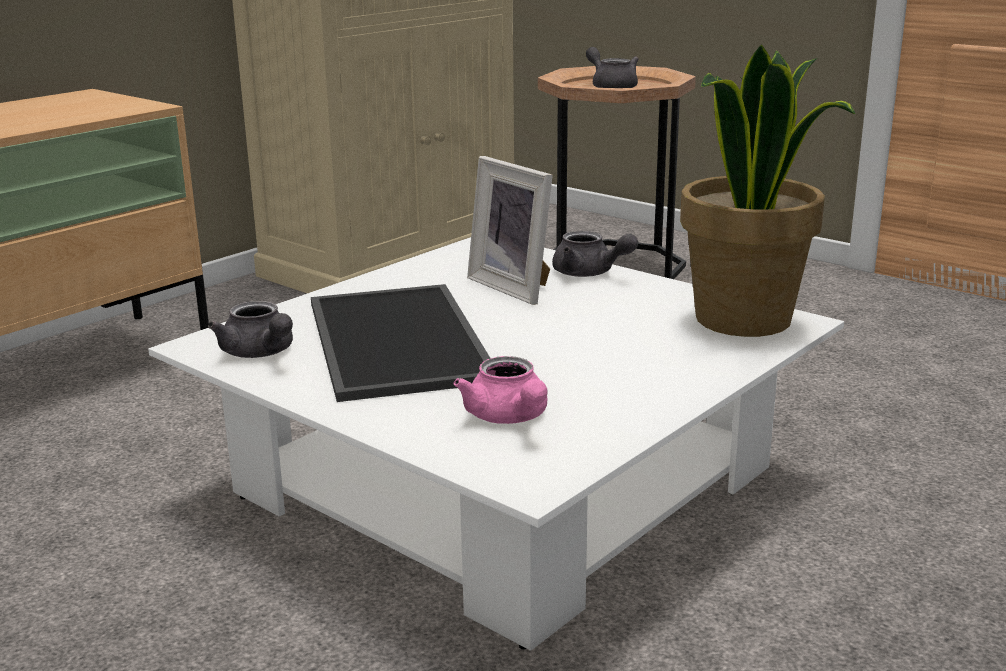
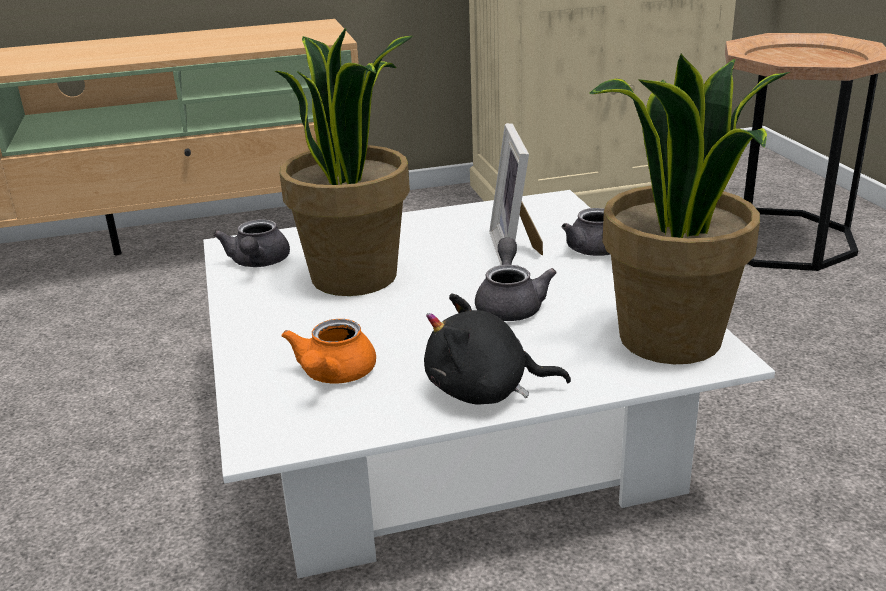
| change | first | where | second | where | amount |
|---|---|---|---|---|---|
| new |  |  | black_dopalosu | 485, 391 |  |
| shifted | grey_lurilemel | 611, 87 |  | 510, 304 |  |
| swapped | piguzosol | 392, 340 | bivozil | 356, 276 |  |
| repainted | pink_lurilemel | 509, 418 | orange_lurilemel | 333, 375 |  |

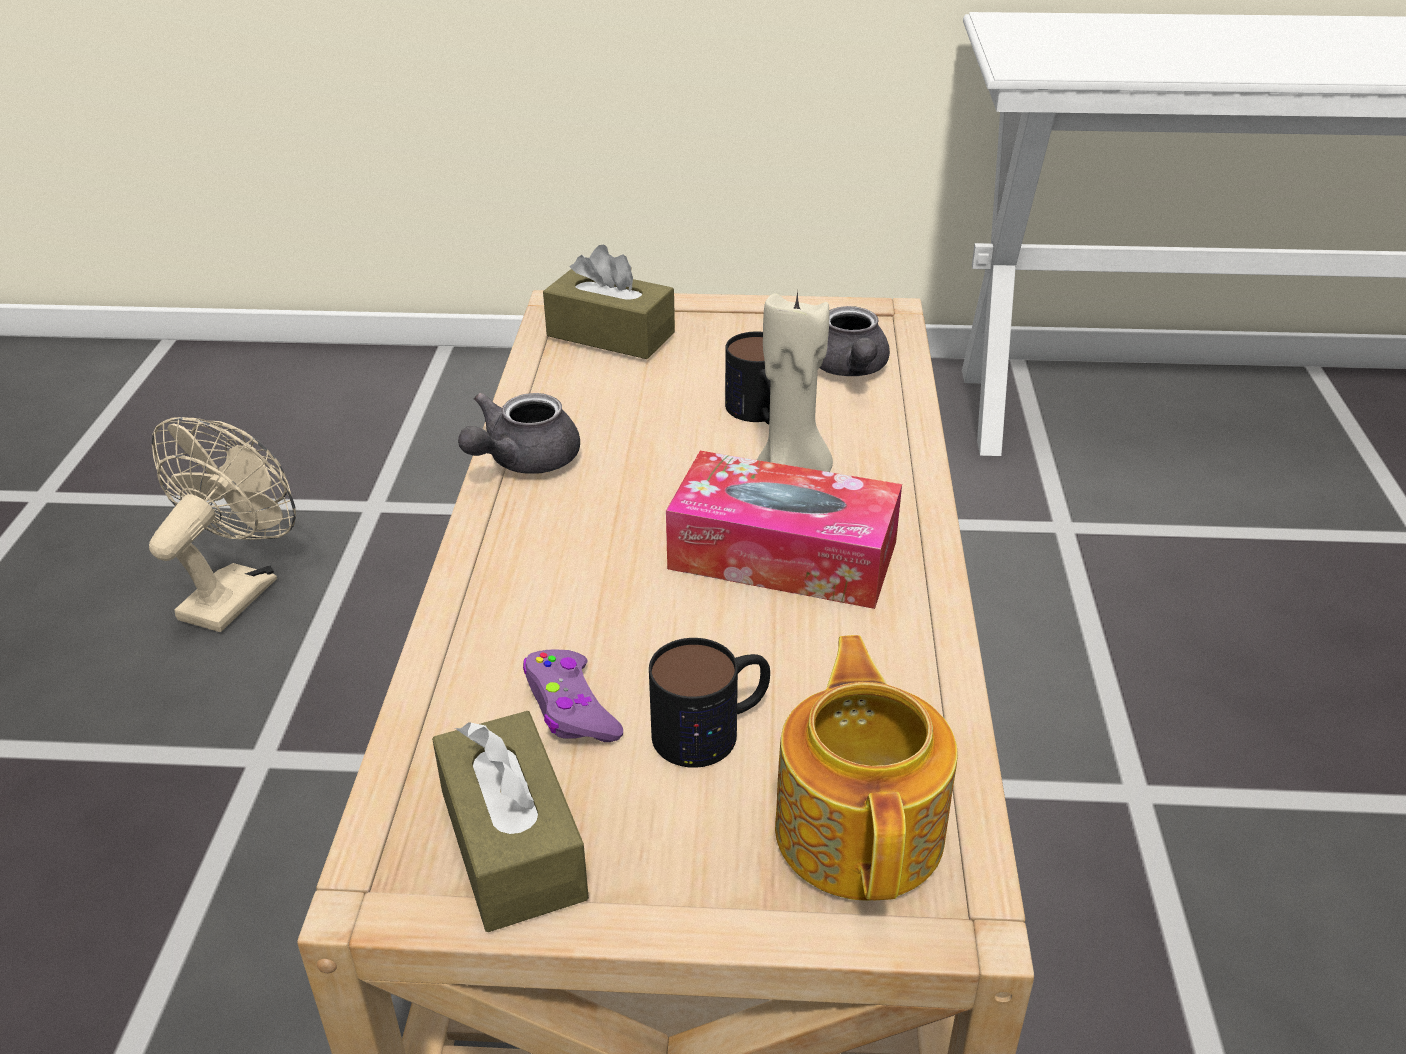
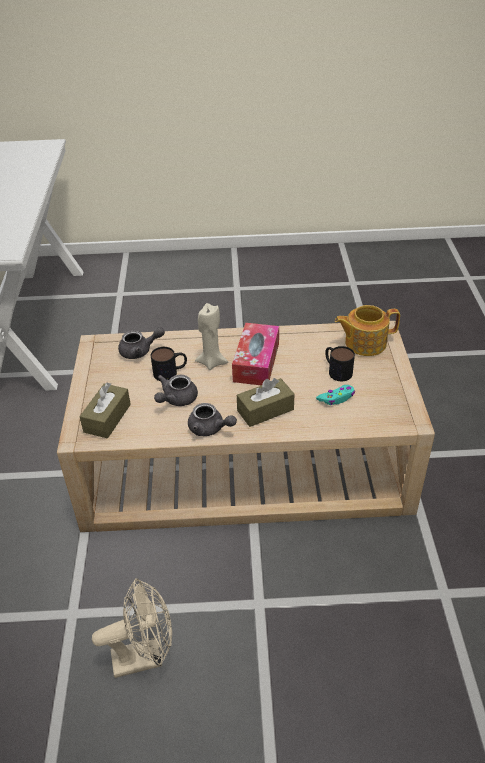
| change | first | where | second | where | amount |
|---|---|---|---|---|---|
| new |  |  | grey_lurilemel | 176, 399 |  |
| shifted | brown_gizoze | 512, 844 |  | 265, 410 |  |
| repainted | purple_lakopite | 570, 708 | turquoise_lakopite | 336, 398 |  |
| rotated | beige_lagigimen | 237, 590 |  | 145, 656 | 150 degrees clockwise |

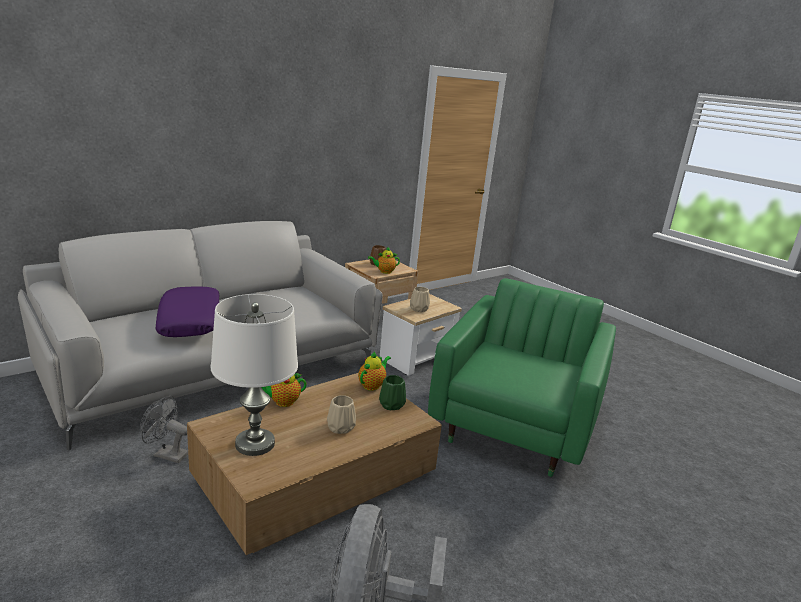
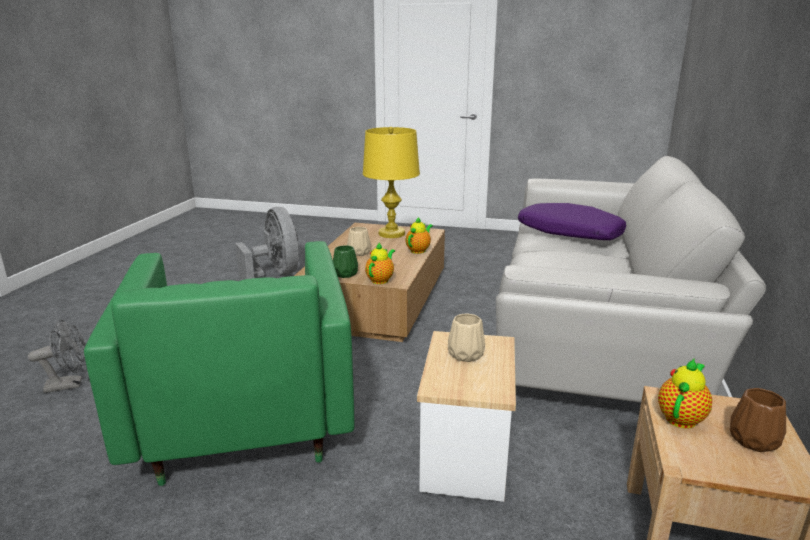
| change | first | where | second | where | amount |
|---|---|---|---|---|---|
| shifted | grey_lagigimen | 166, 454 |  | 70, 384 |  |
| repainted | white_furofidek | 255, 443 | yellow_furofidek | 391, 234 |  |
| rotated | lurilemel | 372, 385 |  | 381, 280 | 150 degrees counterclockwise |

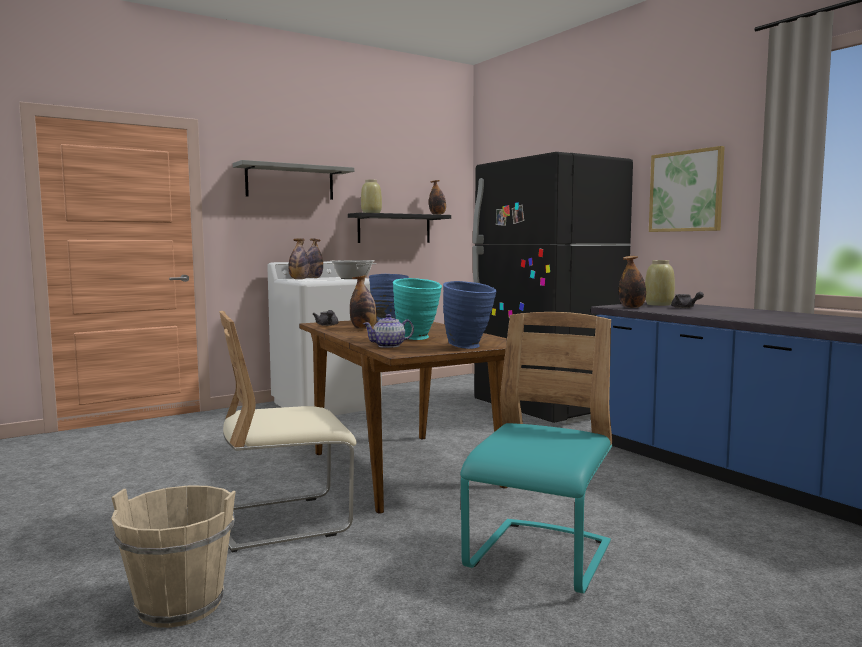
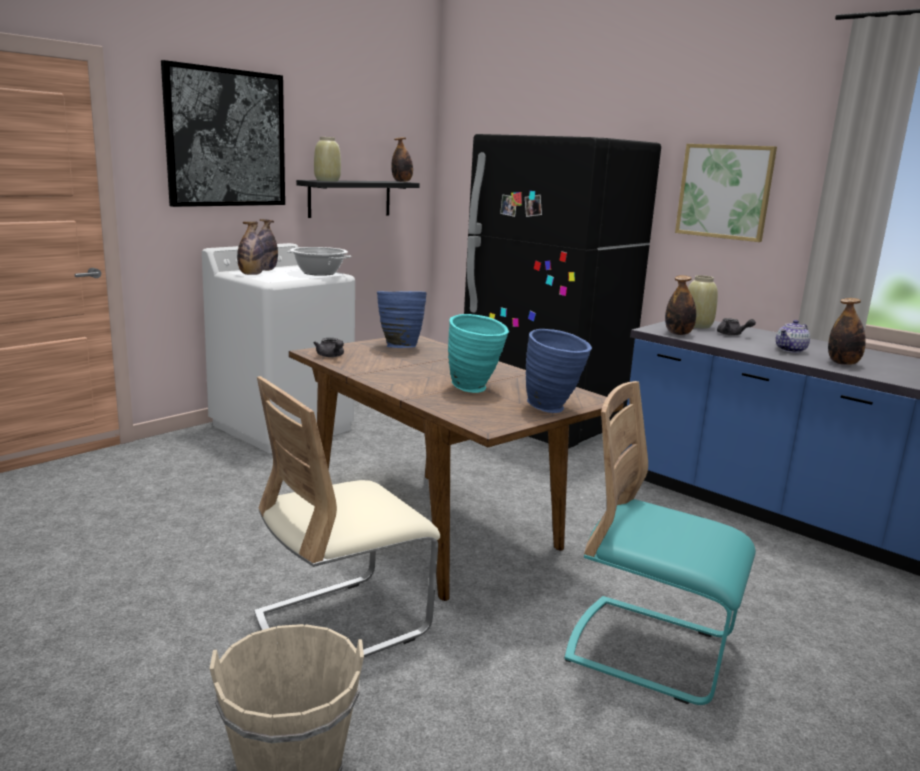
| change | first | where | second | where | amount |
|---|---|---|---|---|---|
| shifted | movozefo | 363, 328 |  | 843, 363 |  |
| shifted | lurilemel | 389, 346 |  | 791, 350 |  |
| swapped | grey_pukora | 290, 182 | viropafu | 226, 138 |  |
| rotated | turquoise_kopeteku | 540, 558 |  | 650, 650 | 75 degrees counterclockwise |

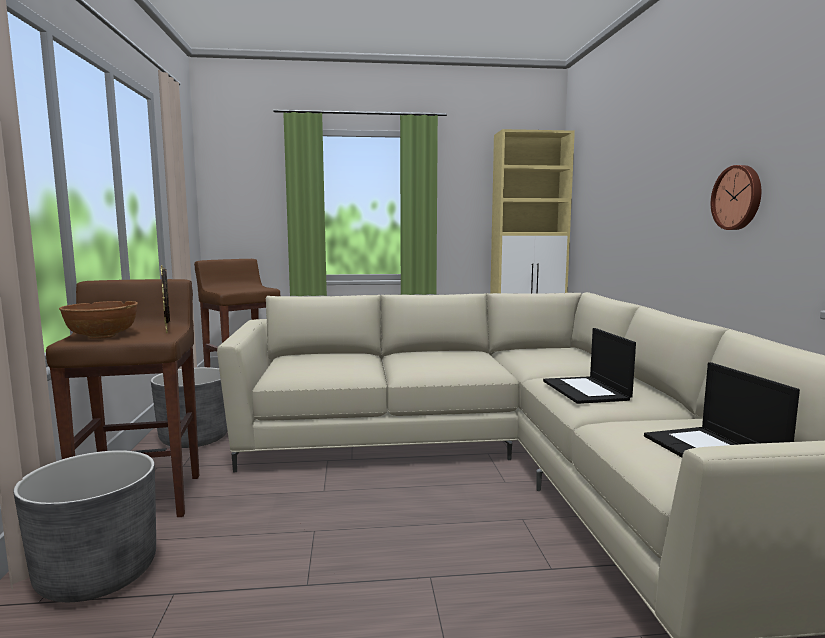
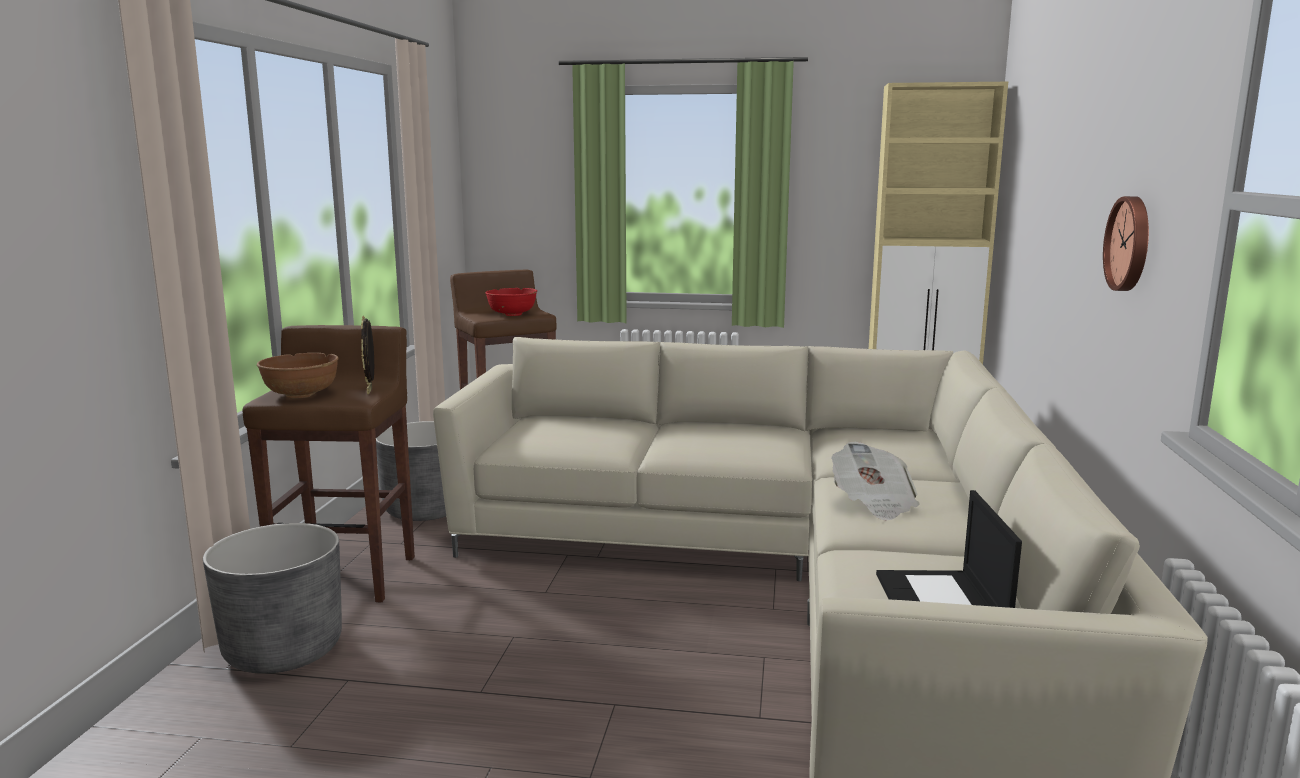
| change | first | where | second | where | amount |
|---|---|---|---|---|---|
| new |  |  | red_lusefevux | 512, 314 |  |
| swapped | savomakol | 586, 390 | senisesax | 873, 503 |  |

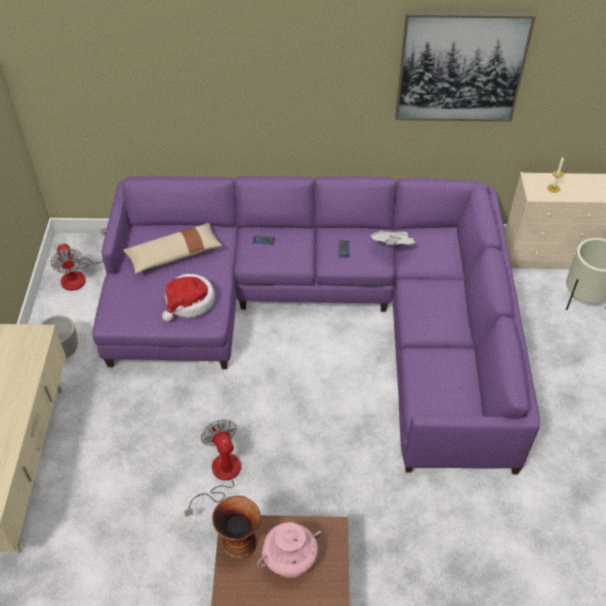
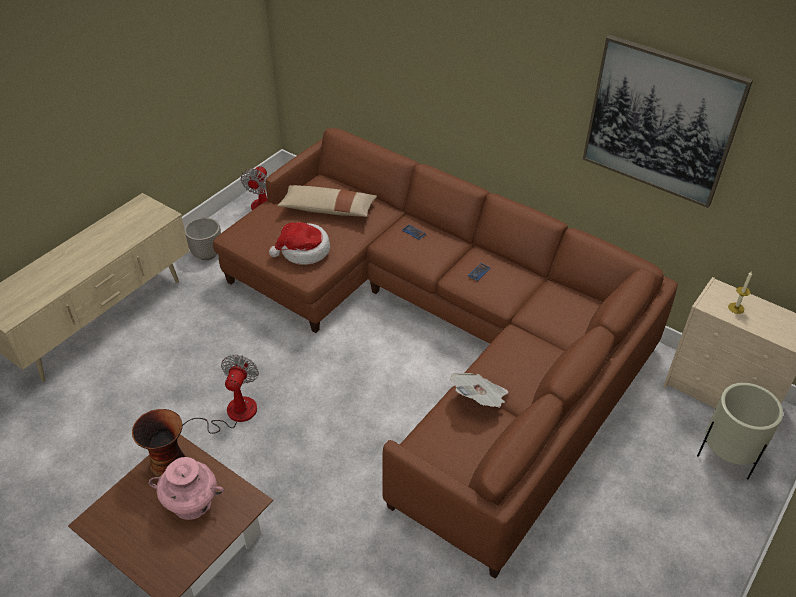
| change | first | where | second | where | amount |
|---|---|---|---|---|---|
| shifted | senisesax | 393, 246 |  | 479, 399 |  |
| repainted | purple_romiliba | 325, 315 | brown_romiliba | 440, 333 |  |

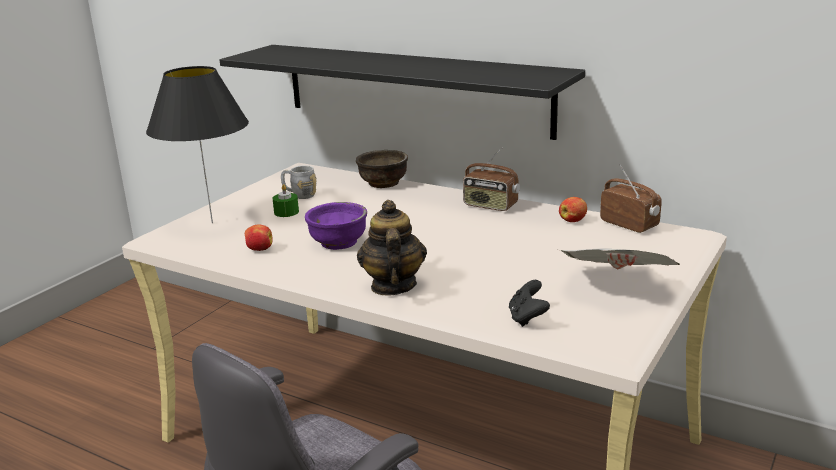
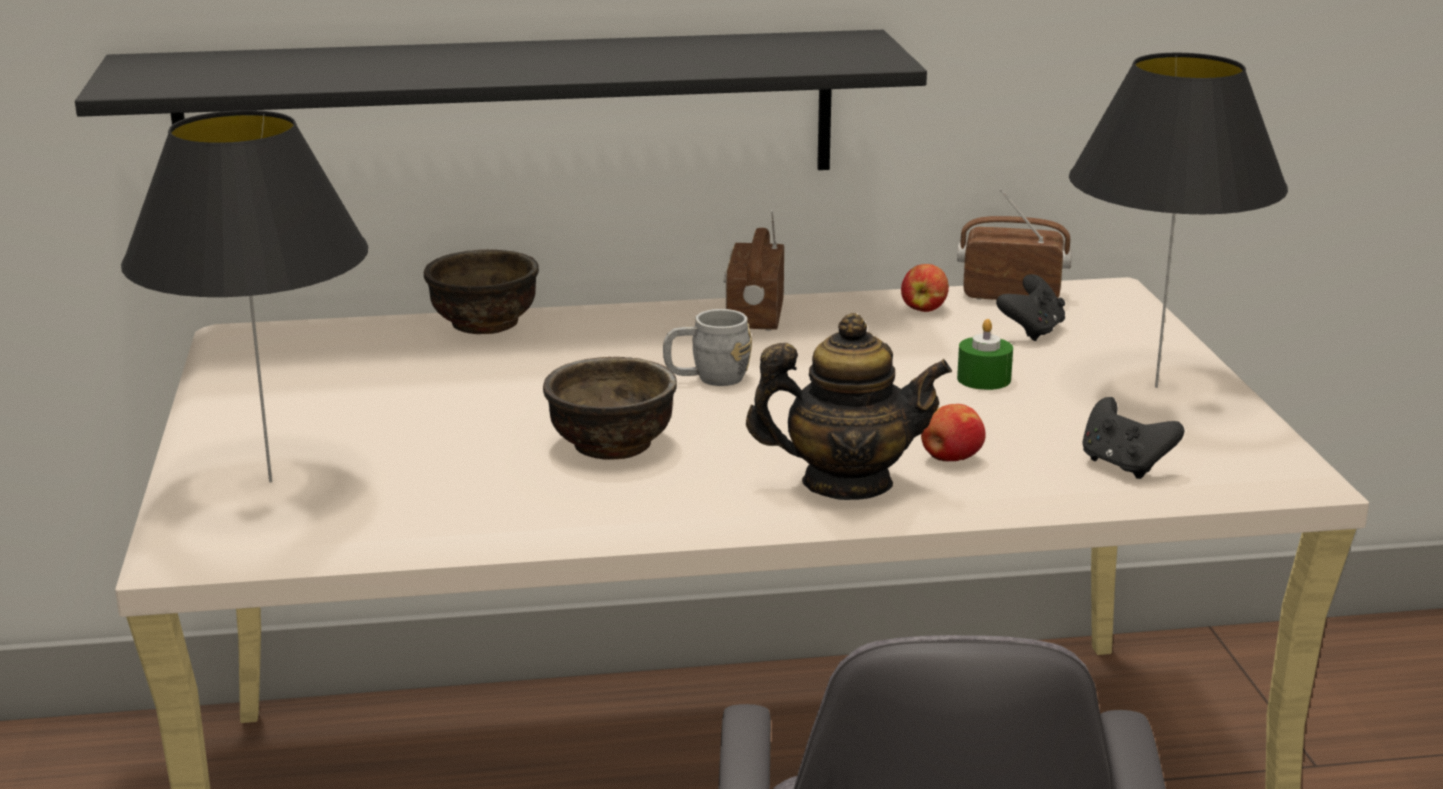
| change | first | where | second | where | amount |
|---|---|---|---|---|---|
| new |  |  | black_lakopite | 1032, 331 |  |
| shifted | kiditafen | 259, 250 |  | 950, 459 |  |
| shifted | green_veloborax | 286, 212 |  | 984, 379 |  |
| shifted | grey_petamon | 299, 195 |  | 707, 379 |  |
| swapped | senisesax | 617, 287 | black_furofidek | 1155, 386 |  |
| repainted | purple_lusefevux | 339, 243 | brown_lusefevux | 613, 445 |  |
| rotated | lurilemel | 393, 286 |  | 846, 484 | 135 degrees clockwise |
| rotated | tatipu | 490, 206 |  | 753, 317 | 105 degrees clockwise |

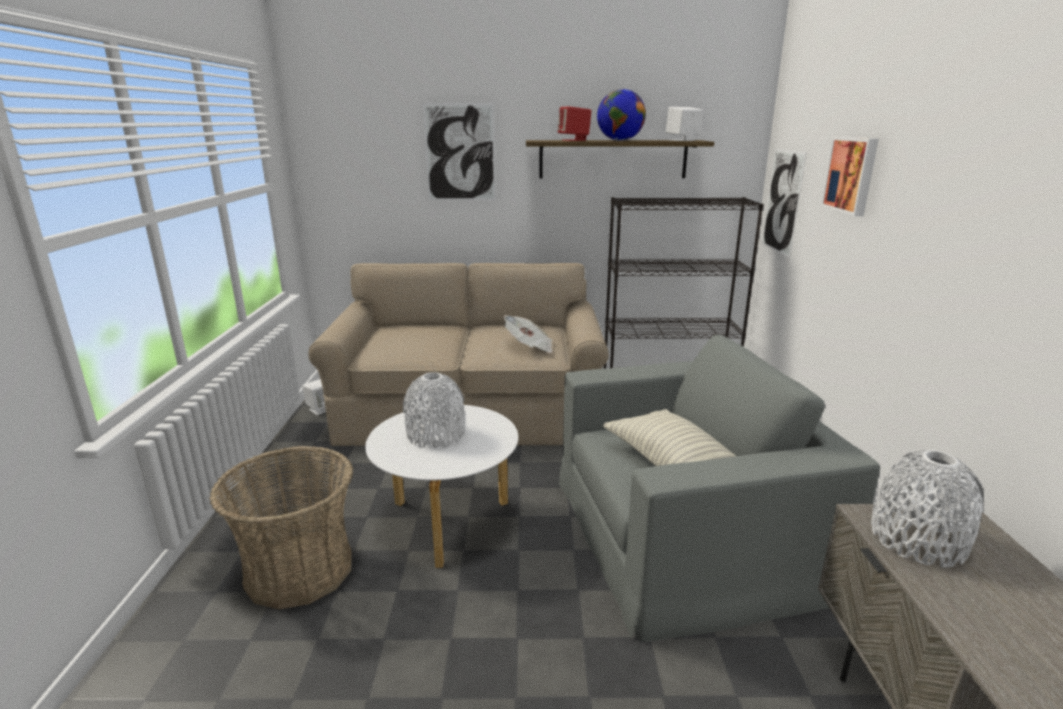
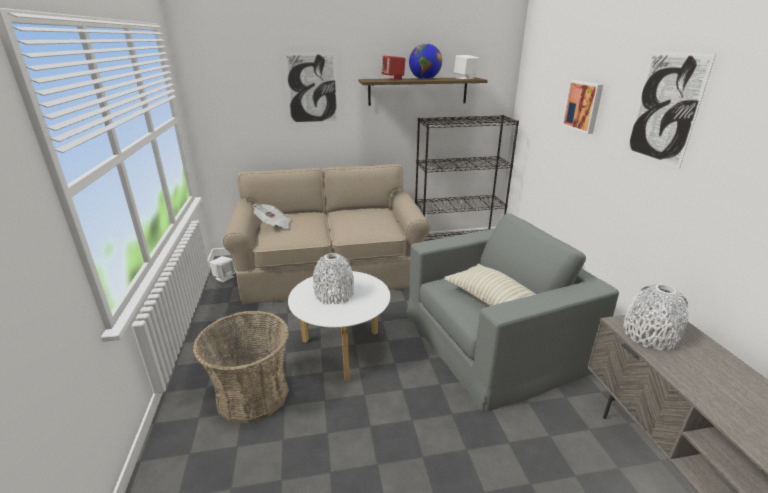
| change | first | where | second | where | amount |
|---|---|---|---|---|---|
| shifted | senisesax | 529, 347 |  | 273, 225 |  |
| shifted | viropafu | 782, 202 |  | 665, 108 |  |

